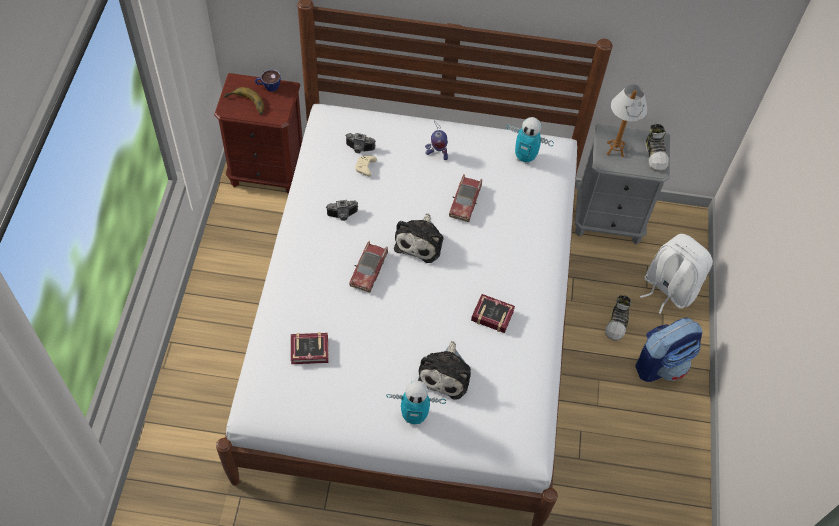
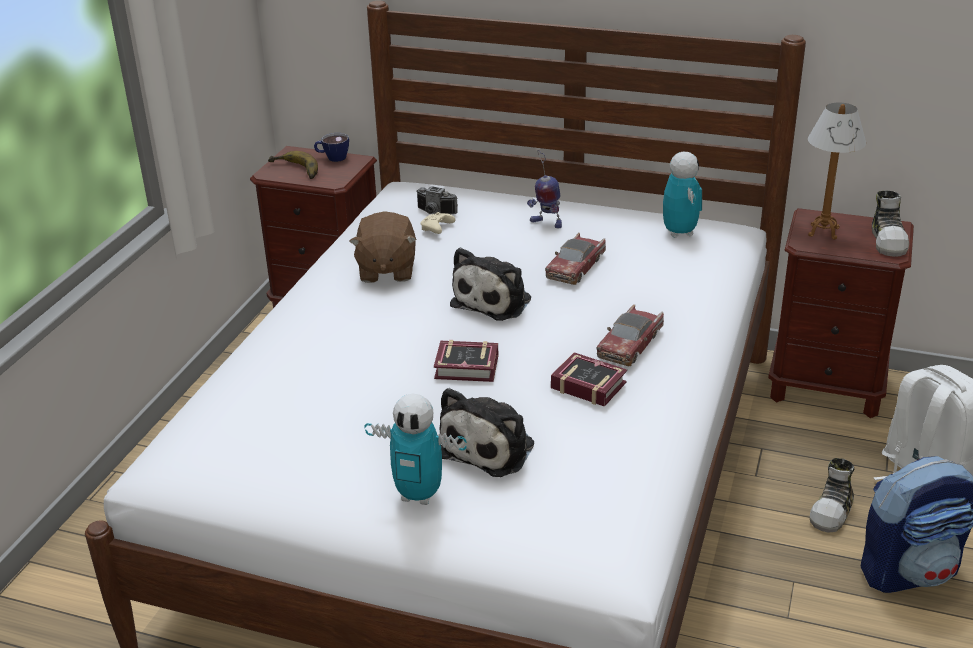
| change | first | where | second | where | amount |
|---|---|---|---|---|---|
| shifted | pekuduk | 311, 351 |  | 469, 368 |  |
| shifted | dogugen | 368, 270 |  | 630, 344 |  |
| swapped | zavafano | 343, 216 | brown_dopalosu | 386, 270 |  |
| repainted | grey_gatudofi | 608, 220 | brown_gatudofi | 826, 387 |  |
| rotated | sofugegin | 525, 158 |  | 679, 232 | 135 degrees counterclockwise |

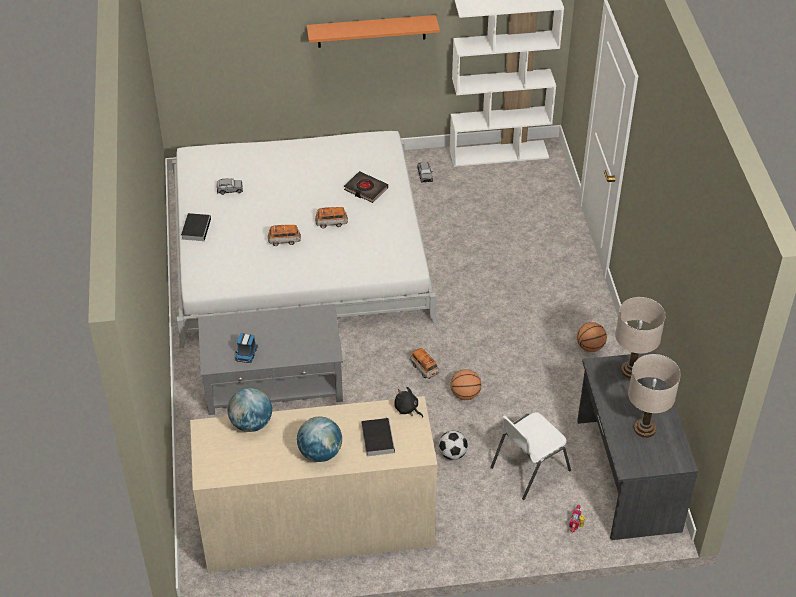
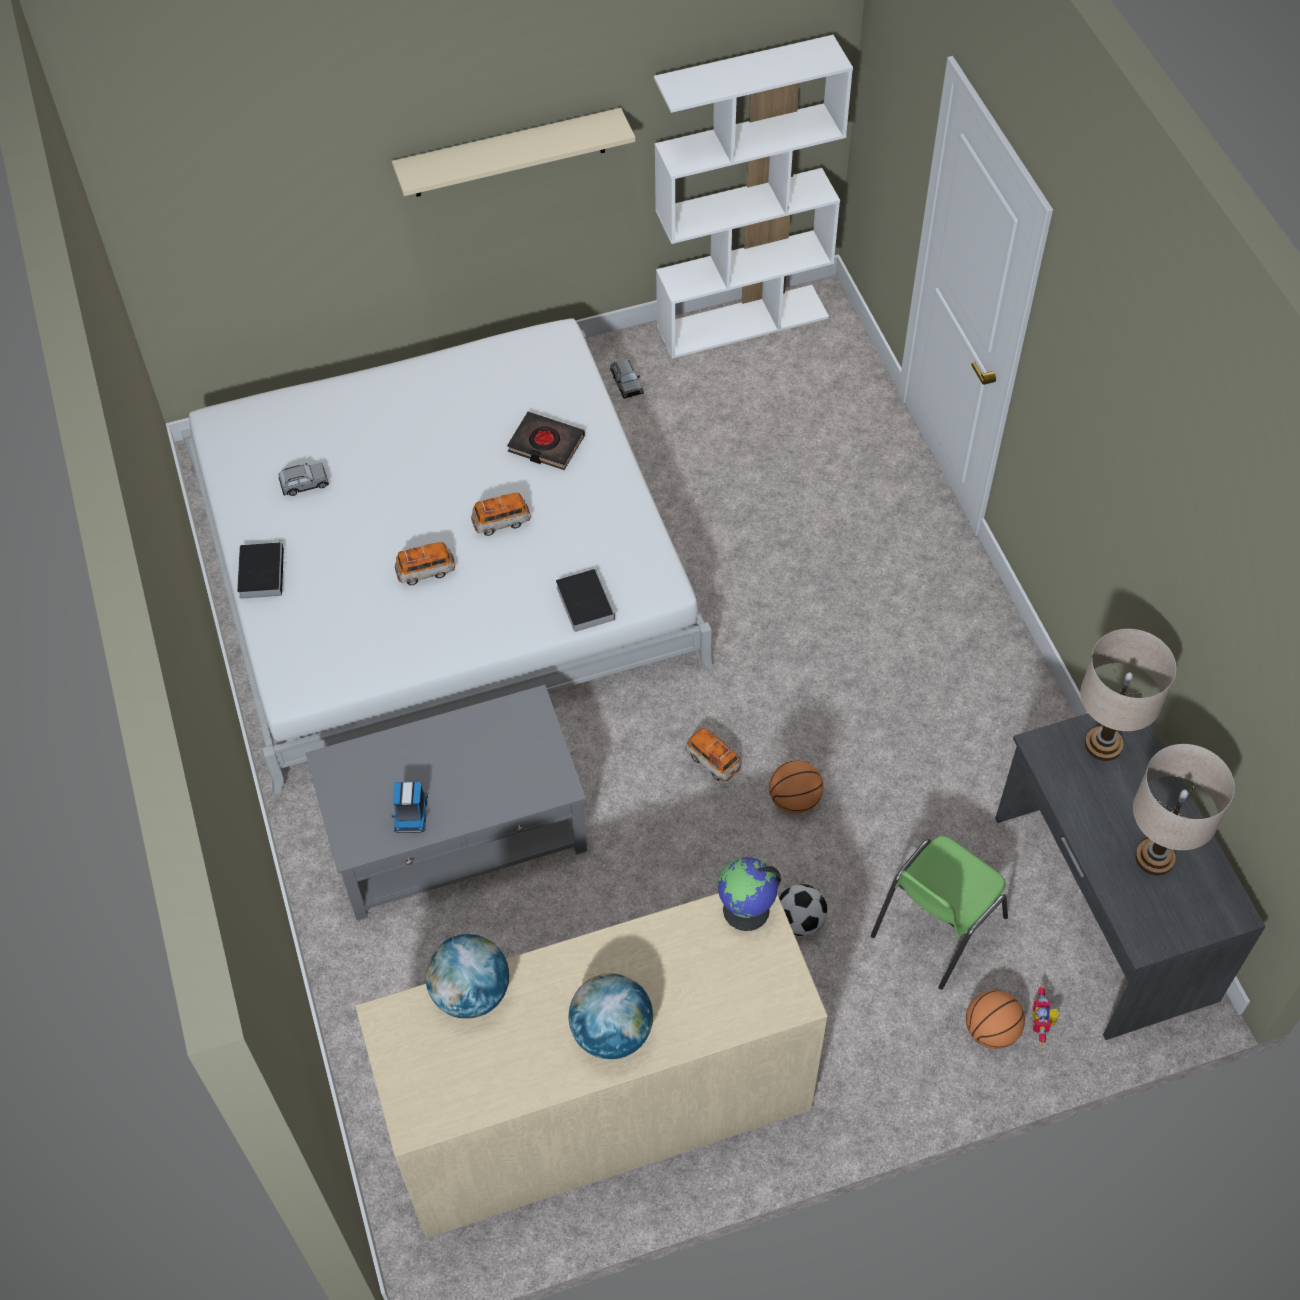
| change | first | where | second | where | amount |
|---|---|---|---|---|---|
| shifted | pekuduk | 377, 438 |  | 584, 601 |  |
| shifted | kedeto | 590, 347 |  | 991, 1030 |  |
| swapped | black_dopalosu | 407, 409 | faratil | 746, 910 |  |
| repainted | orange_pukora | 371, 31 | beige_pukora | 509, 153 |  |
| repainted | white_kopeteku | 528, 469 | green_kopeteku | 935, 926 |  |

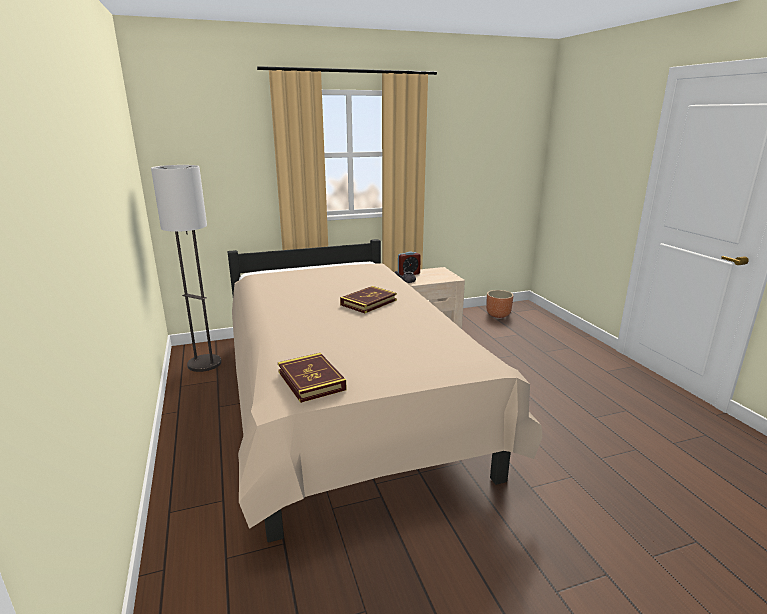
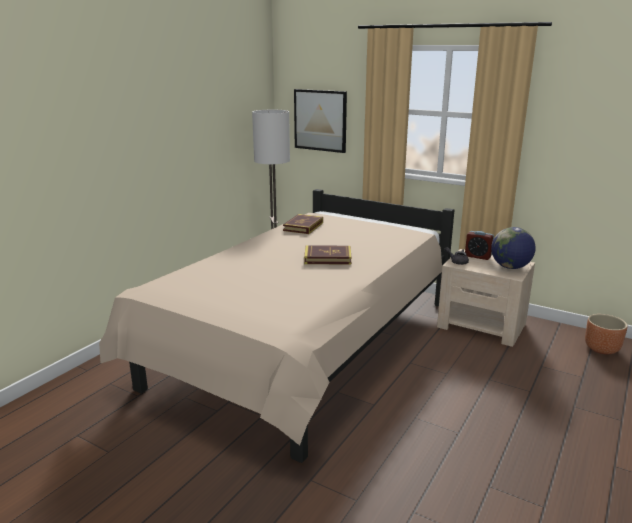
| change | first | where | second | where | amount |
|---|---|---|---|---|---|
| new |  |  | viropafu | 320, 120 |  |
| new |  |  | faratil | 510, 267 |  |
| shifted | pekuduk | 311, 380 |  | 303, 226 |  |

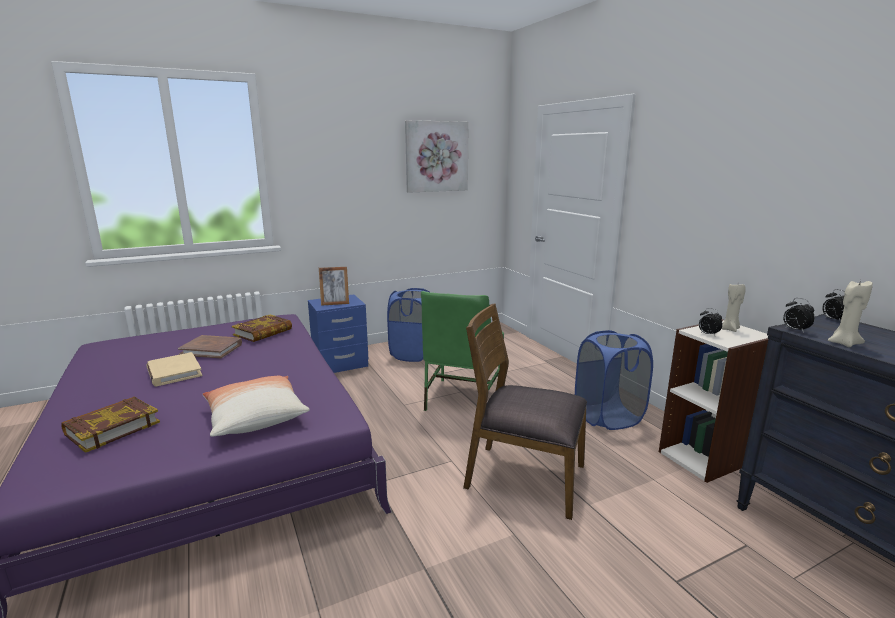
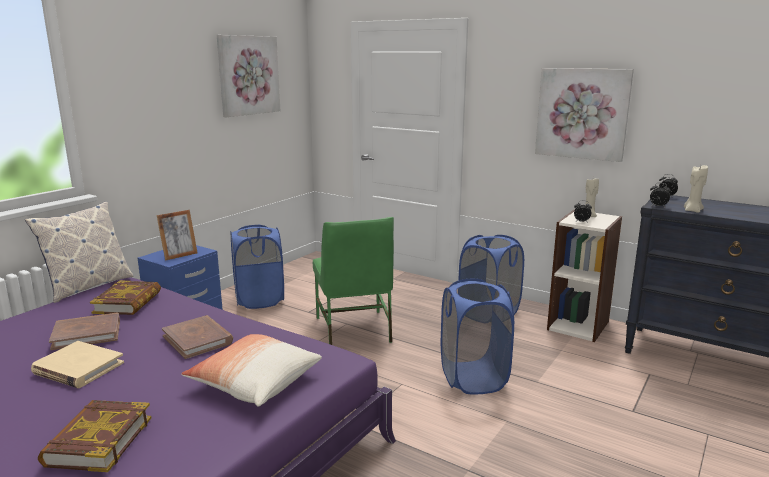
| change | first | where | second | where | amount |
|---|---|---|---|---|---|
| new |  |  | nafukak | 88, 286 |  |
| new |  |  | brown_pekuduk | 198, 339 |  |
| new |  |  | viropafu | 582, 113 |  |
| swapped | brown_kopeteku | 524, 477 | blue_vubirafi | 473, 378 |  |

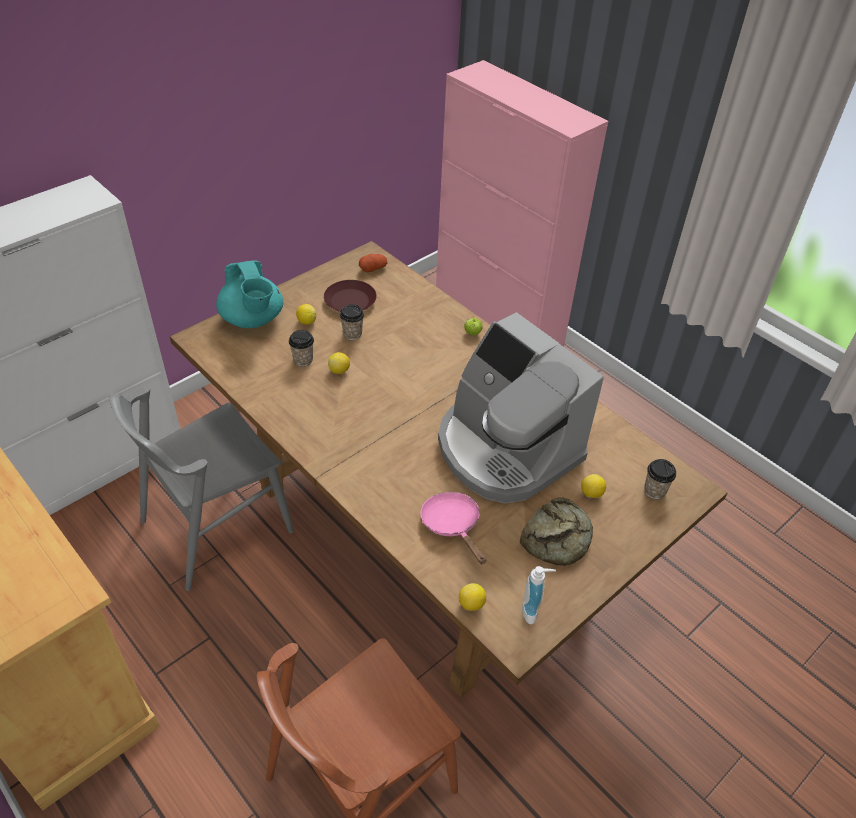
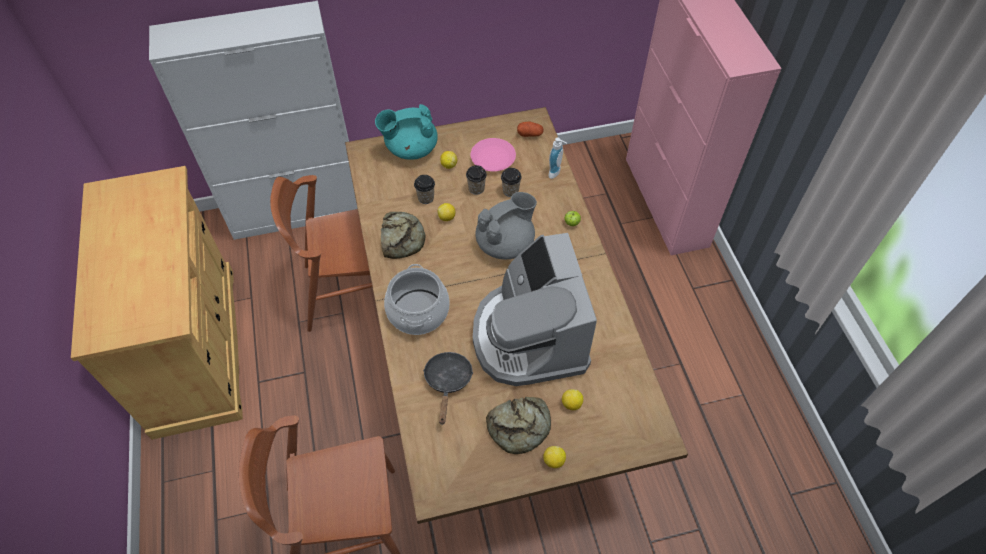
| change | first | where | second | where | amount |
|---|---|---|---|---|---|
| new |  |  | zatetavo | 402, 238 |  |
| new |  |  | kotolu | 418, 312 |  |
| new |  |  | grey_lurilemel | 506, 244 |  |
| shifted | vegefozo | 471, 604 |  | 553, 461 |  |
| shifted | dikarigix | 533, 611 |  | 556, 173 |  |
| shifted | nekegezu | 654, 490 |  | 510, 191 |  |
| repainted | grey_kopeteku | 216, 526 | brown_kopeteku | 351, 291 |  |
| repainted | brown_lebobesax | 350, 301 | pink_lebobesax | 492, 158 |  |
| repainted | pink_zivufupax | 453, 525 | black_zivufupax | 448, 381 |  |
| rotated | turquoise_lurilemel | 253, 320 |  | 410, 149 | 75 degrees clockwise |

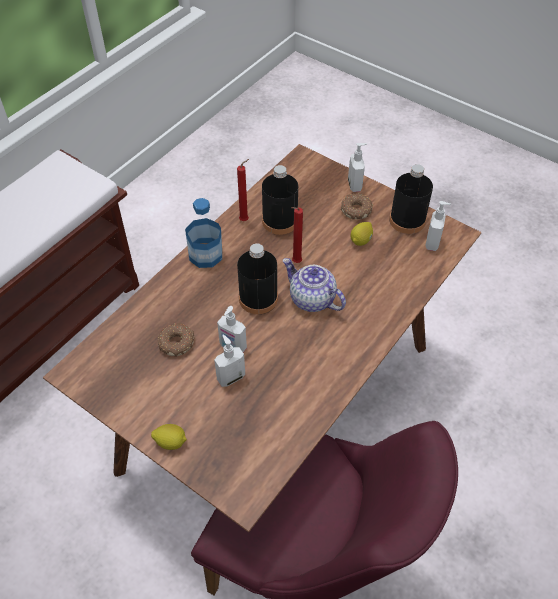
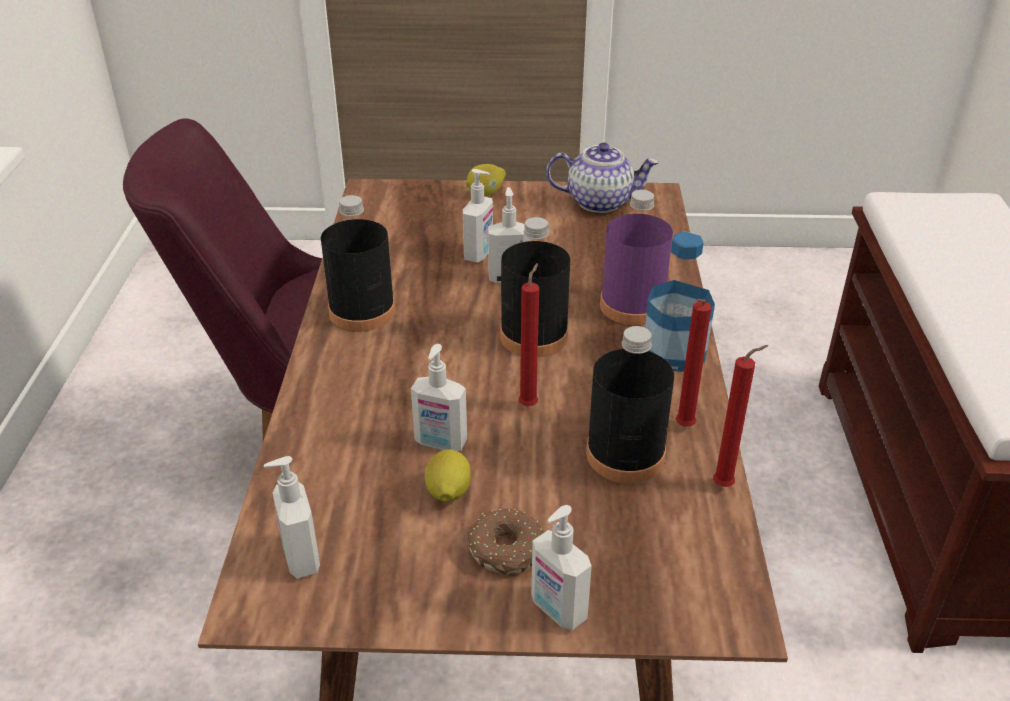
| change | first | where | second | where | amount |
|---|---|---|---|---|---|
| gone | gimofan | 177, 342 |  |  |  |
| new |  |  | dikarigix | 440, 443 |  |
| new |  |  | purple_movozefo | 632, 306 |  |
| new |  |  | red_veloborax | 726, 485 |  |
| shifted | lurilemel | 311, 299 |  | 600, 201 |  |
| shifted | black_movozefo | 407, 220 |  | 362, 312 |  |

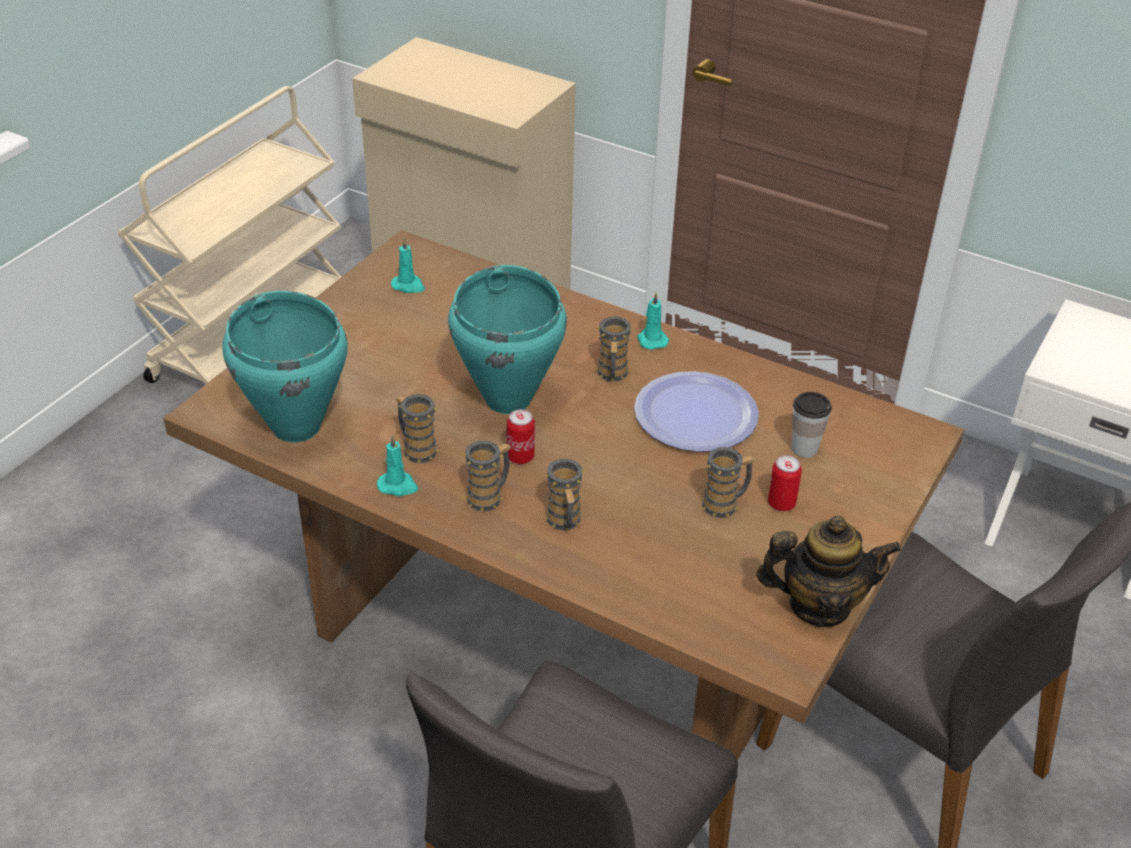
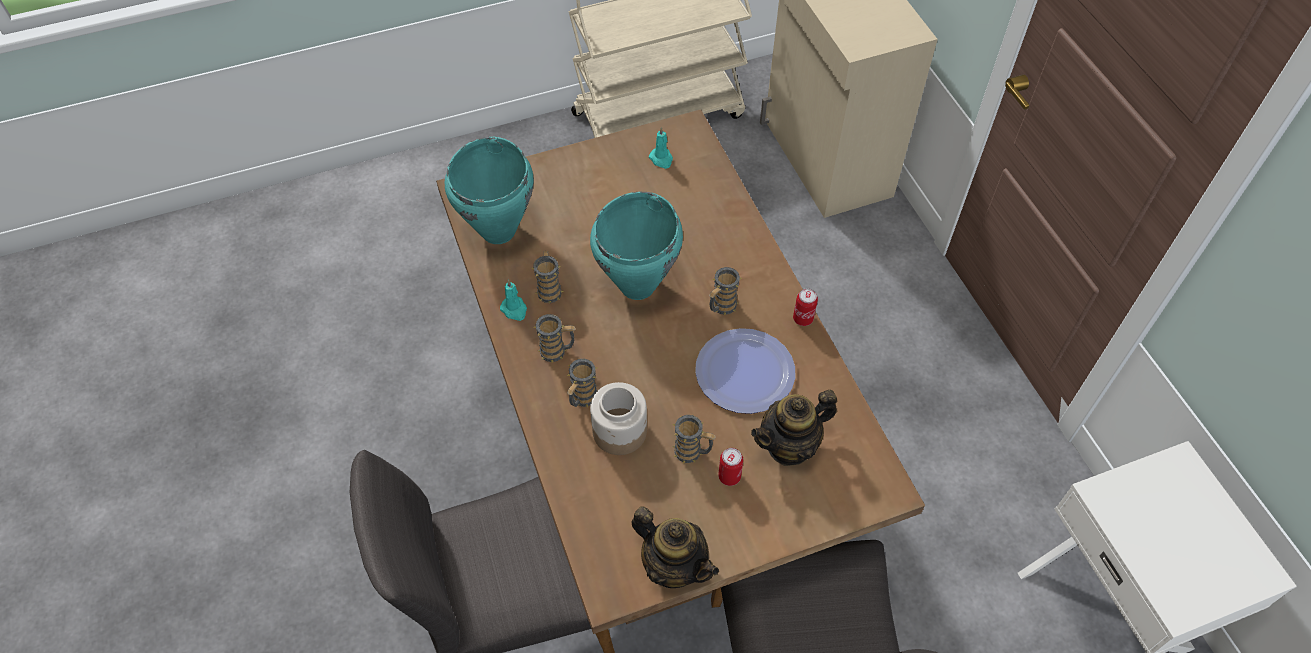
| change | first | where | second | where | amount |
|---|---|---|---|---|---|
| gone | turquoise_veloborax | 651, 340 |  |  |  |
| new |  |  | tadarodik | 620, 431 |  |
| shifted | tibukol | 520, 457 |  | 803, 318 |  |
| swapped | nekegezu | 804, 449 | lurilemel | 789, 446 |  |

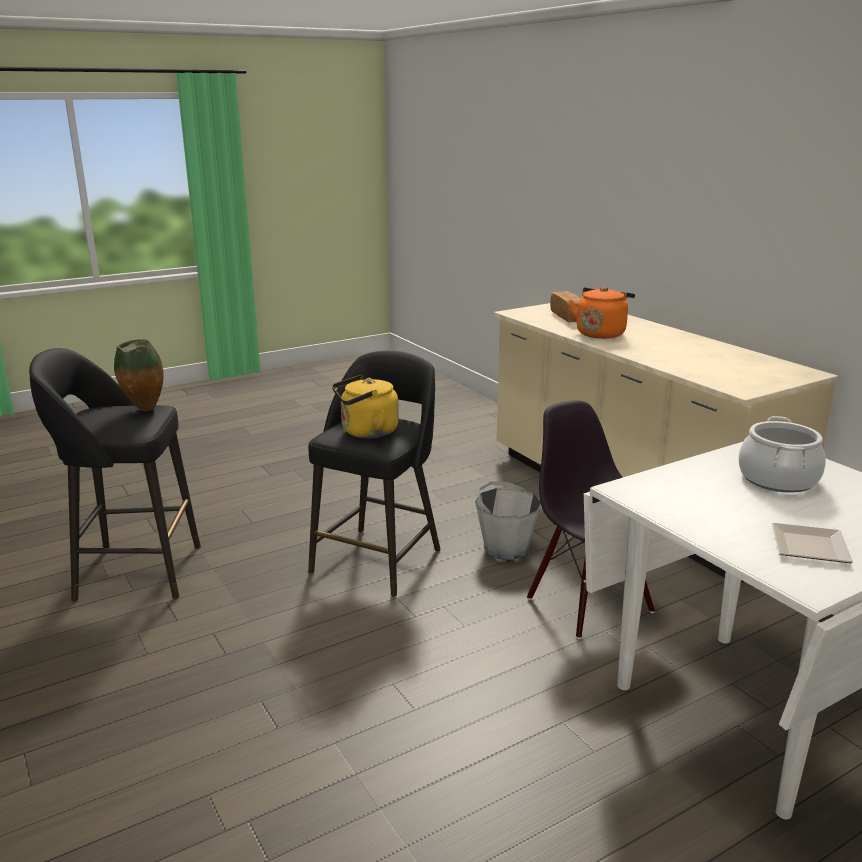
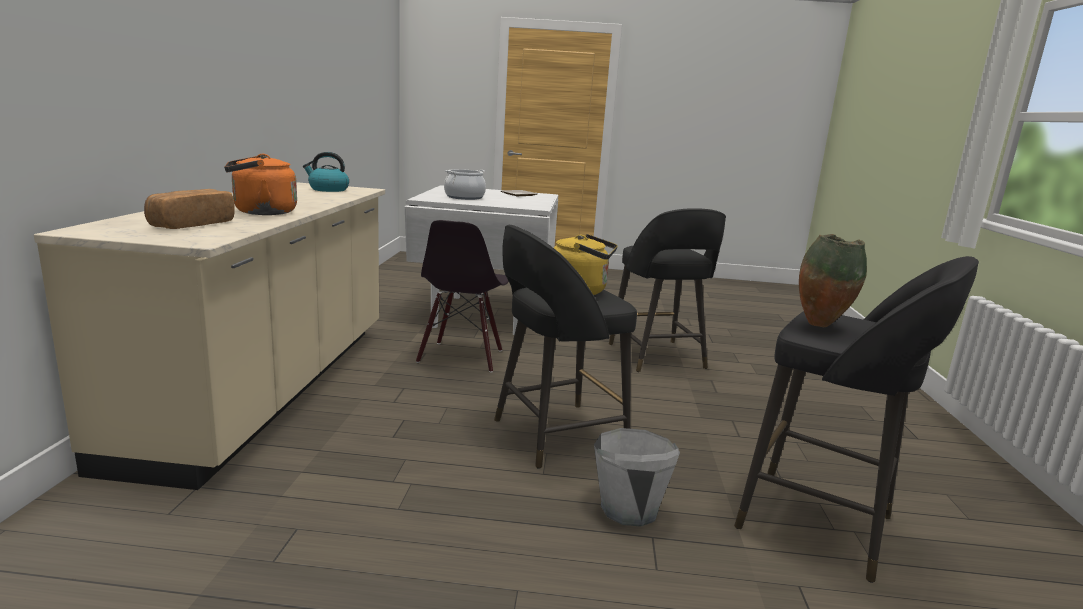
| change | first | where | second | where | amount |
|---|---|---|---|---|---|
| new |  |  | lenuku | 328, 189 |  |
| new |  |  | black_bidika | 657, 357 |  |
| shifted | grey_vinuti | 506, 548 |  | 629, 509 |  |

